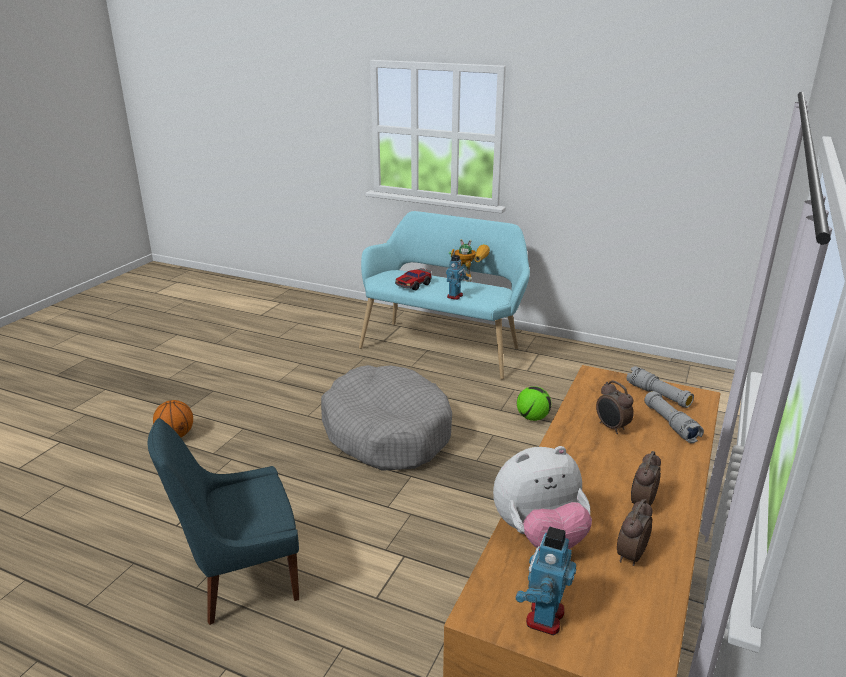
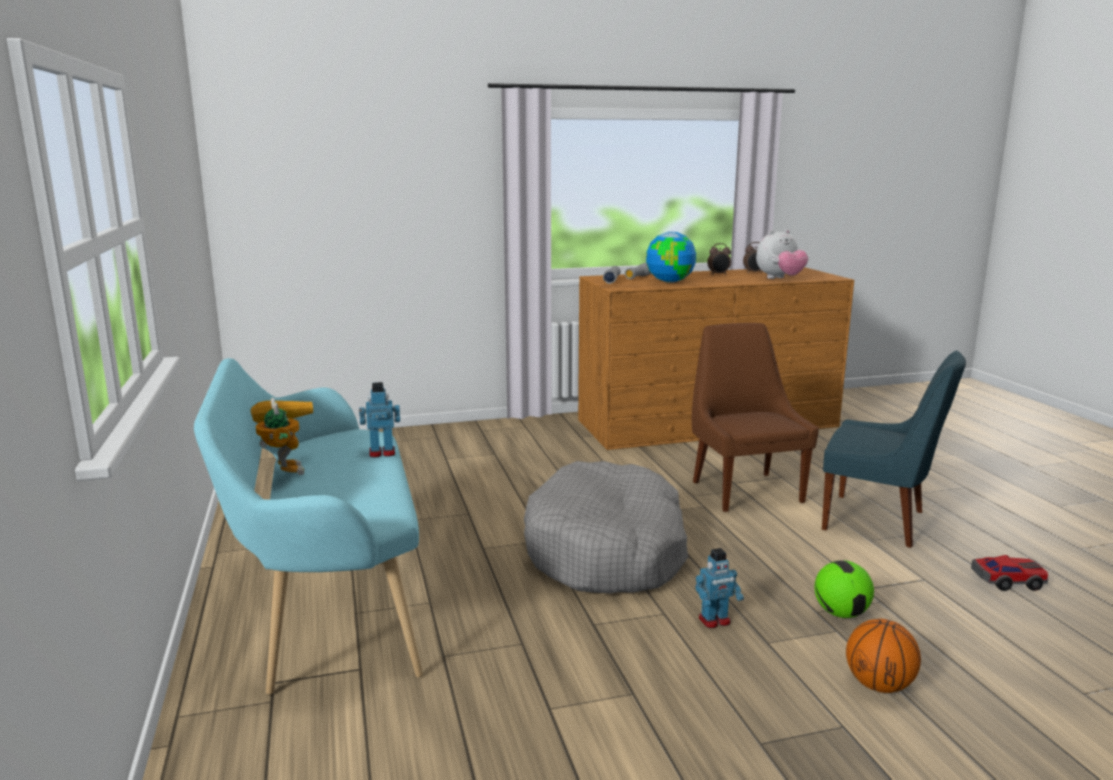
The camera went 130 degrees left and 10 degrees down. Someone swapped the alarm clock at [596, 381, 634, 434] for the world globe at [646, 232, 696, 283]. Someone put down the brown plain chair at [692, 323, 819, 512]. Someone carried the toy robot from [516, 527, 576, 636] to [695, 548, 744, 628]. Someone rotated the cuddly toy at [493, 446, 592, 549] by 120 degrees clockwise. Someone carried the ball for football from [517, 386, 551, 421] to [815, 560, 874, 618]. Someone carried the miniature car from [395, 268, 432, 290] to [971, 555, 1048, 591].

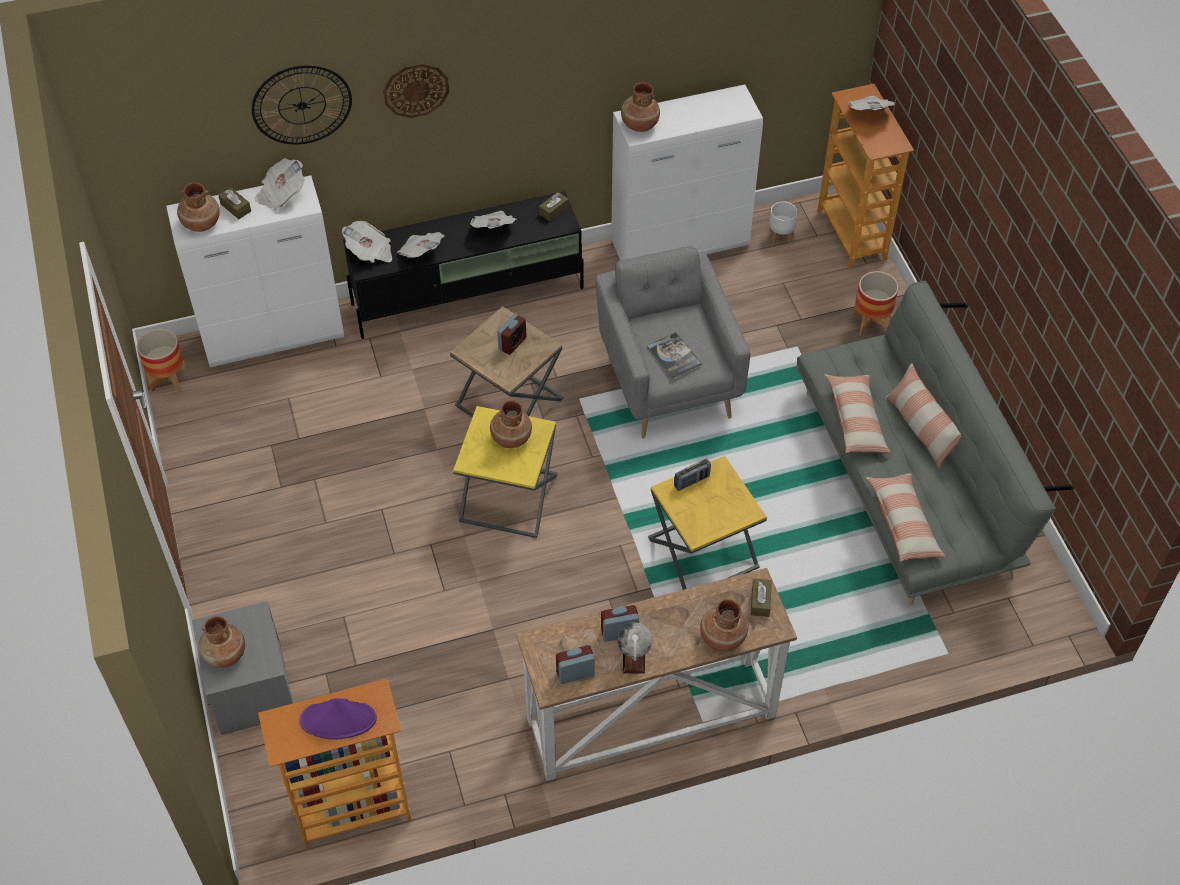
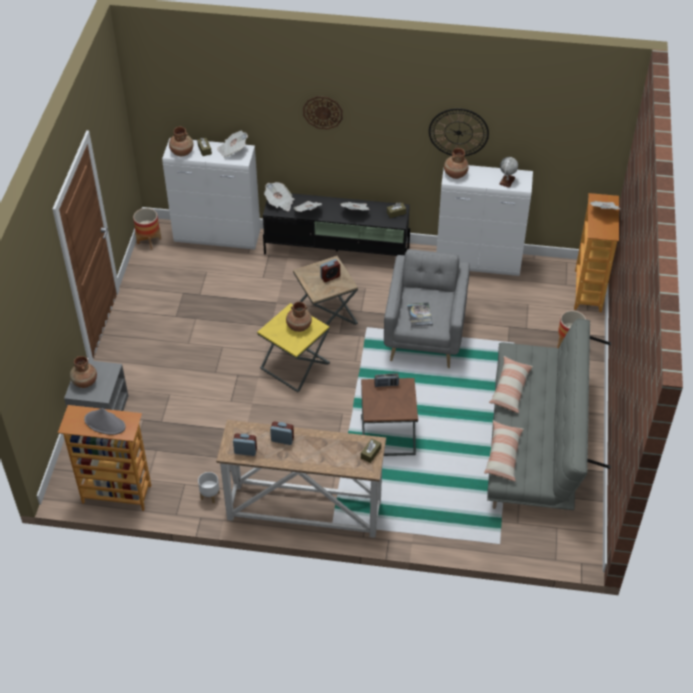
The camera went 25 degrees right and 5 degrees down. Someone repainted the purple wearable hat at [300, 698, 377, 740], which became the grey wearable hat at [84, 408, 125, 435]. Someone carried the white planter from [769, 202, 797, 244] to [198, 472, 220, 503]. Someone repainted the yellowish side table at [648, 456, 767, 590], which became the brown side table at [361, 378, 418, 456]. Someone carried the hanging clock from [252, 65, 352, 144] to [429, 108, 489, 156]. Someone carried the world globe from [617, 622, 653, 674] to [499, 157, 518, 188]. Someone took away the brown flower vase at [700, 599, 748, 651]. Someone took away the cushion at [885, 363, 961, 468].

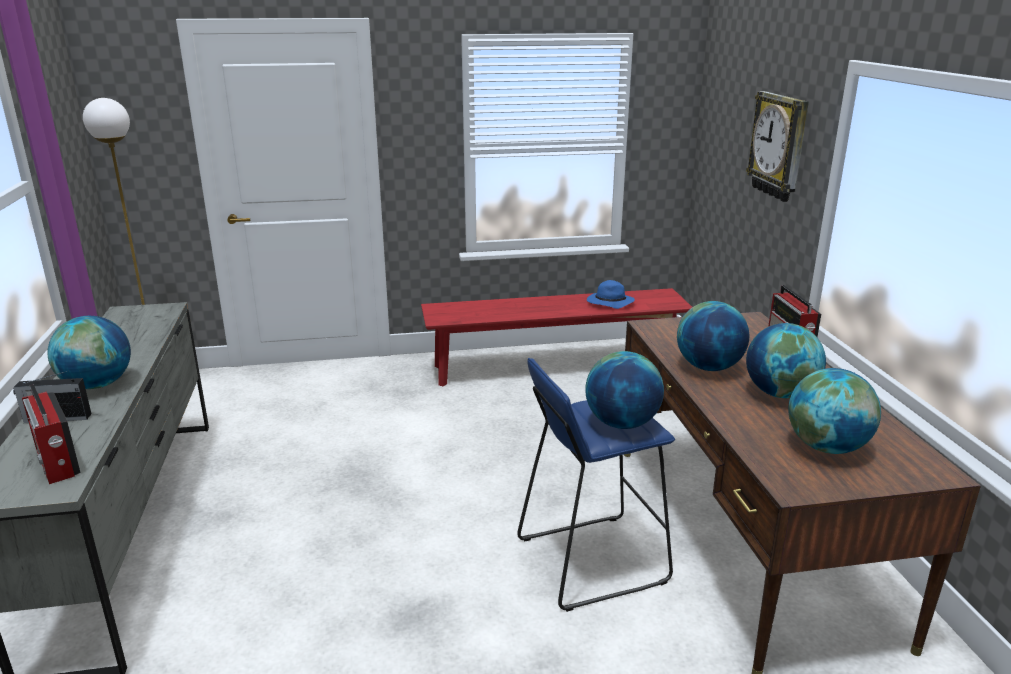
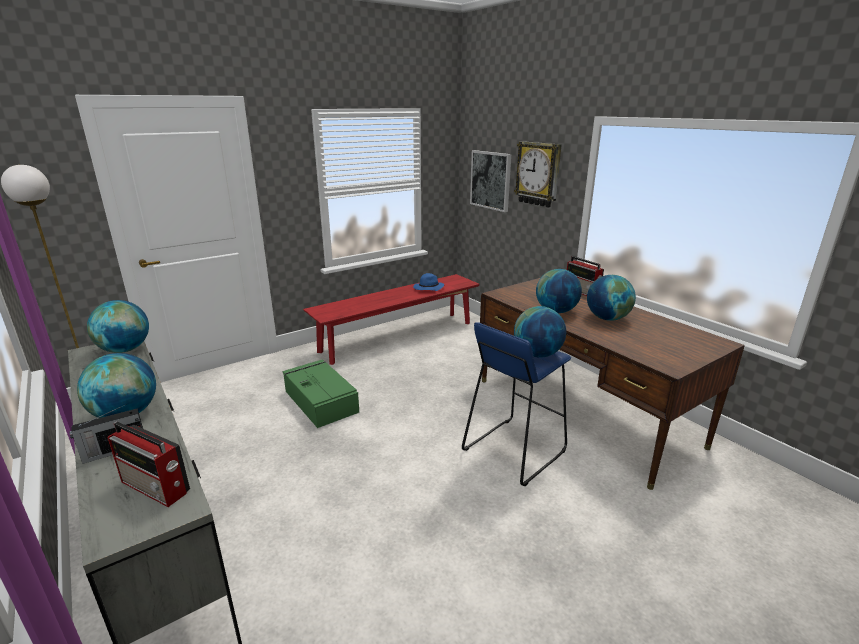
The camera went 25 degrees left and 0 degrees up. Someone carried the world globe from [788, 368, 881, 454] to [87, 300, 149, 353]. Someone put down the green-coloured storage bin at [283, 359, 359, 428]. Someone put up the wall picture at [470, 150, 511, 212].

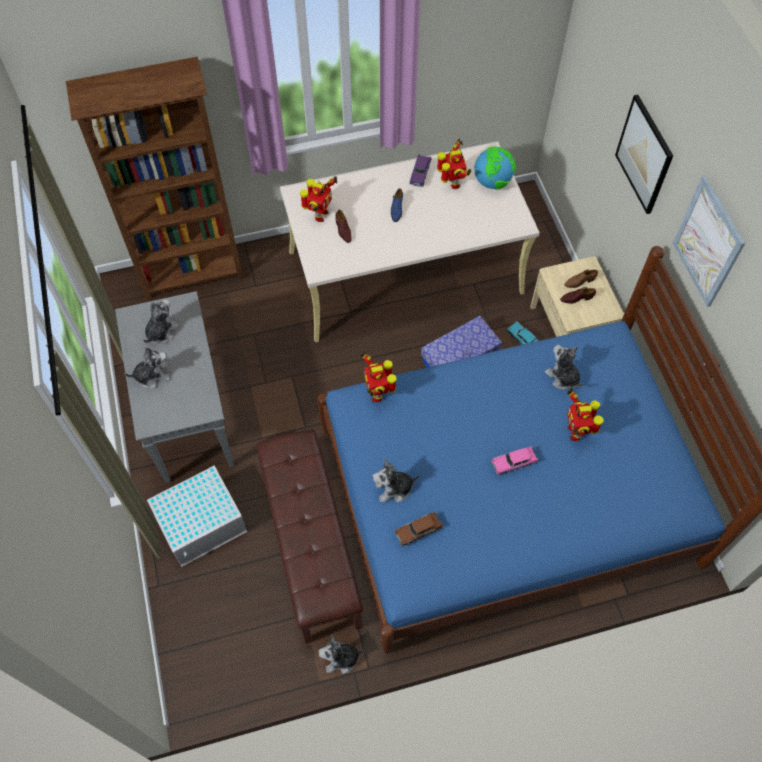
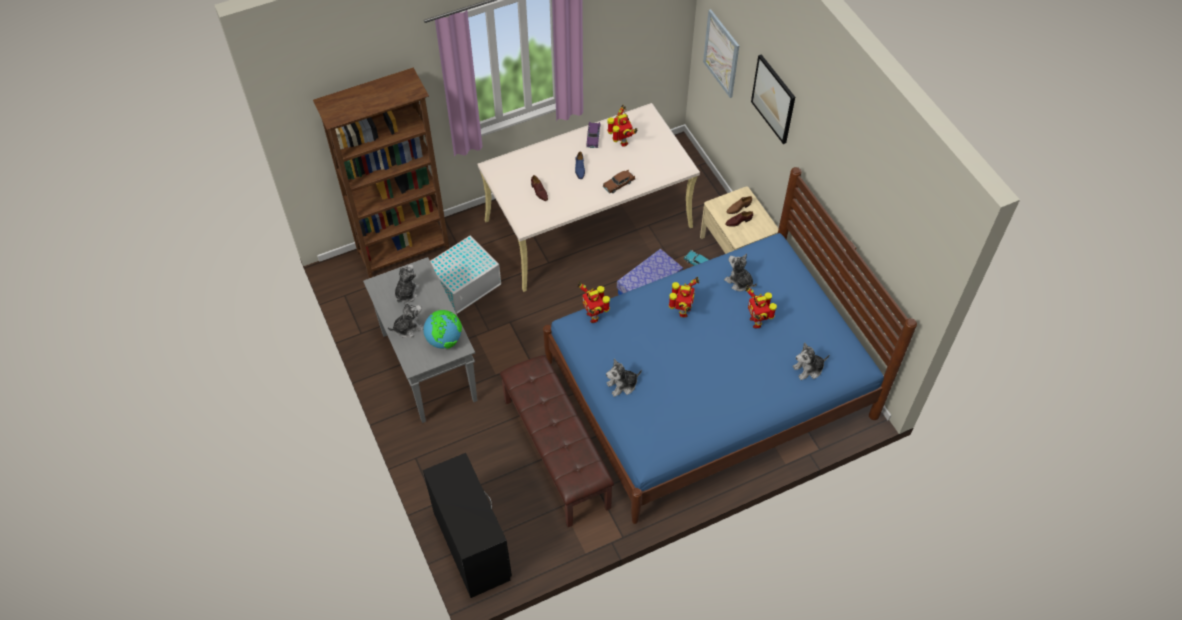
The camera went 10 degrees left and 5 degrees down. Someone carried the world globe from [474, 147, 516, 190] to [423, 310, 462, 349]. Someone put down the blackish dresser at [423, 453, 512, 598]. Someone carried the white storage bin from [147, 465, 247, 567] to [430, 235, 501, 313]. Someone carried the brown miniature car from [394, 512, 443, 547] to [603, 170, 635, 193]. Someone carried the toy robot from [300, 176, 337, 222] to [669, 277, 699, 318]. Someone carried the wall picture from [673, 176, 745, 307] to [703, 9, 739, 98]. Someone carried the cuddly toy from [318, 635, 366, 674] to [793, 342, 829, 380]. Someone took away the pinkish miniature car at [491, 446, 538, 475].

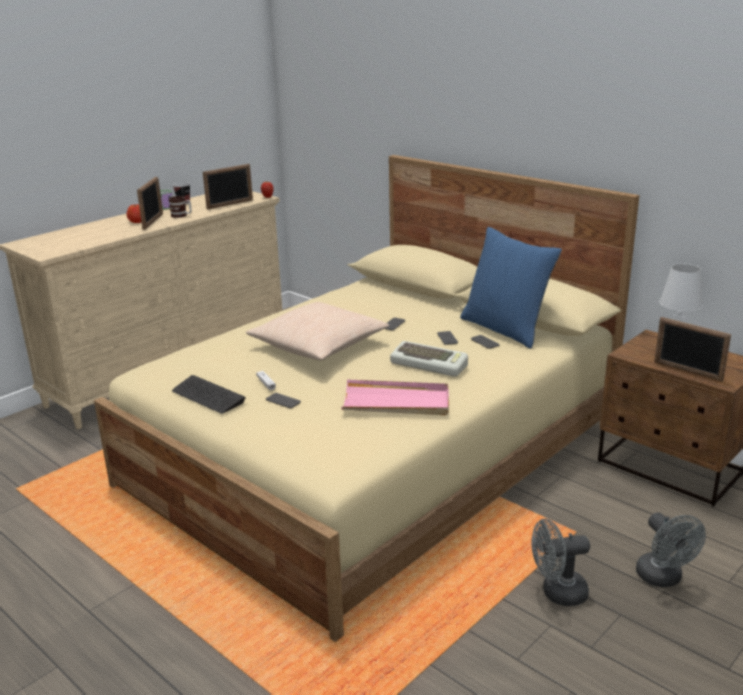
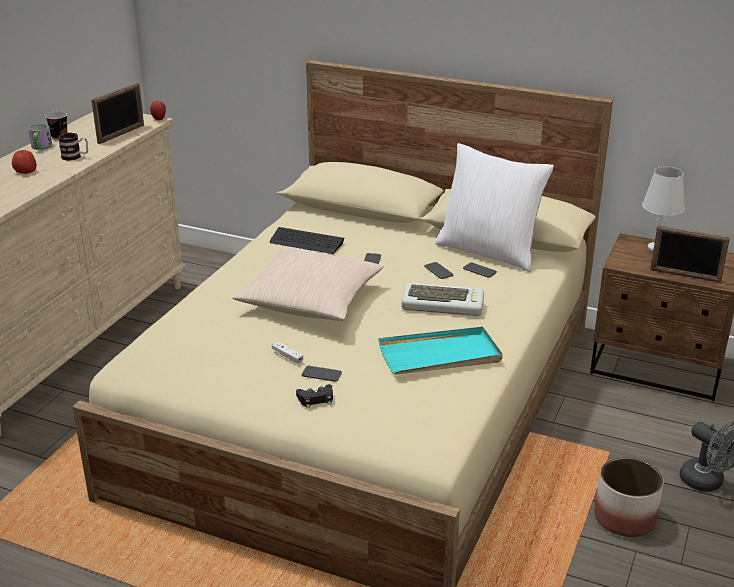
The camera went 20 degrees left and 5 degrees up. Someone carried the keyboard from [172, 375, 246, 414] to [270, 227, 344, 254]. Someone put down the blackish game controller at [296, 384, 333, 408]. Someone repainted the pinkish serving tray at [341, 380, 449, 415], which became the blue-green serving tray at [378, 327, 503, 375]. Someone repainted the bluish cushion at [460, 227, 562, 349], which became the white cushion at [435, 143, 554, 272]. Someone swapped the grey cooling fan at [531, 519, 590, 606] for the planter at [594, 457, 664, 537]. Someone took away the picture frame at [137, 177, 163, 230].

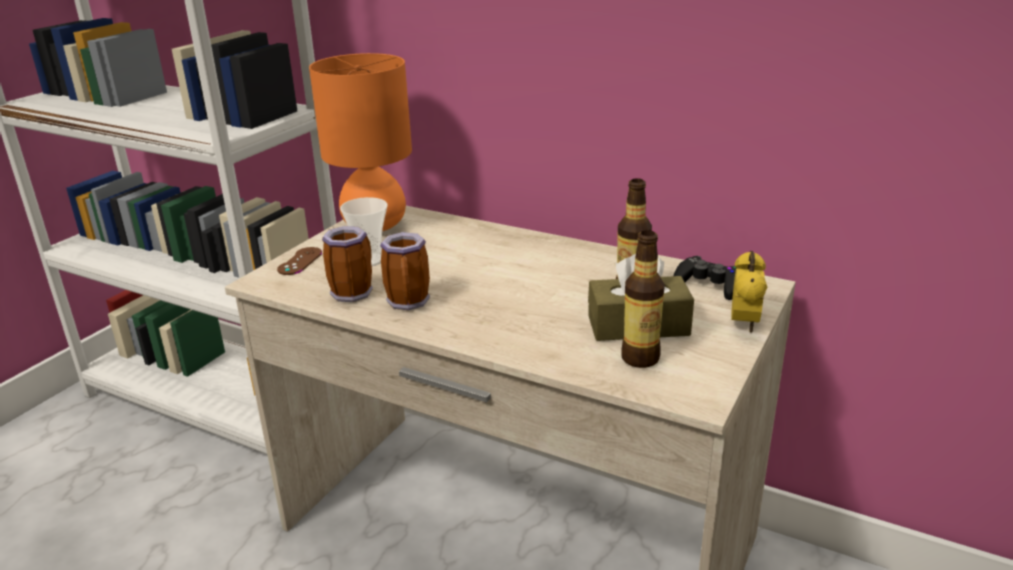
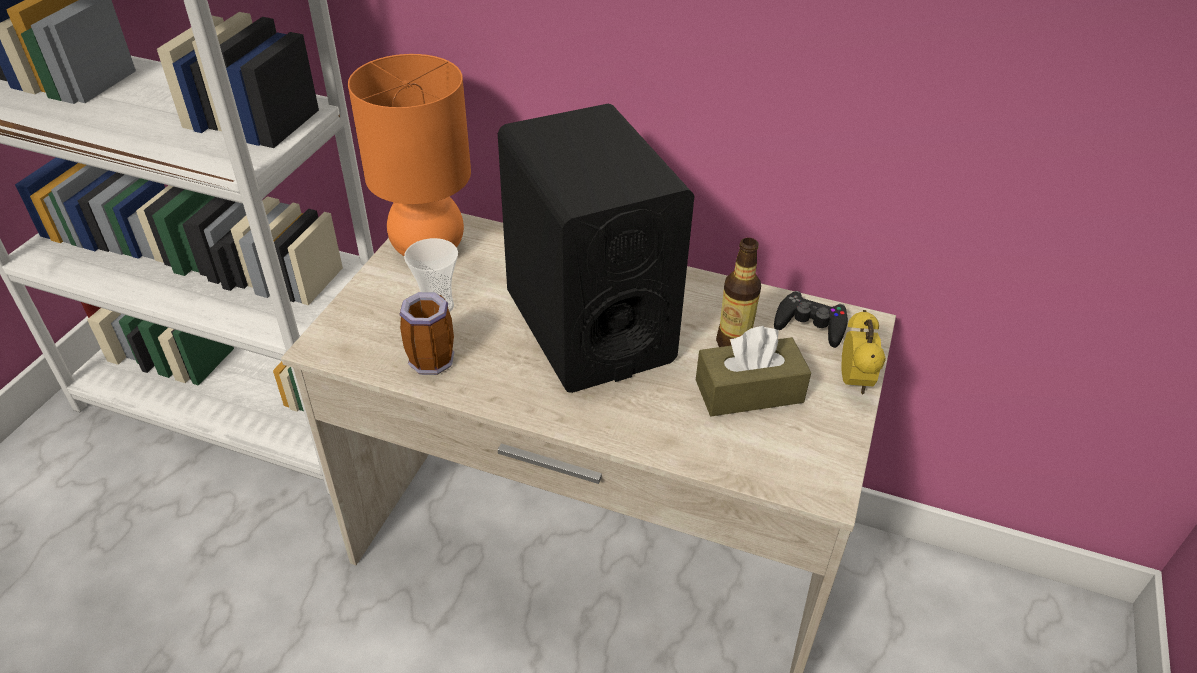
The camera went 10 degrees left and 15 degrees up. Someone put down the blackish loudspeaker at [498, 104, 694, 393]. Someone took away the brown game controller at [277, 247, 322, 275]. Someone took away the tea mug at [380, 232, 430, 310]. Someone took away the beverage bottle at [621, 230, 665, 368].

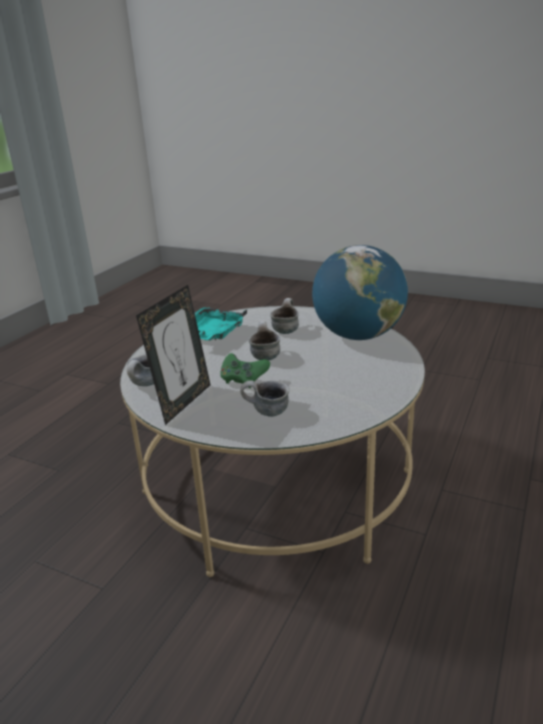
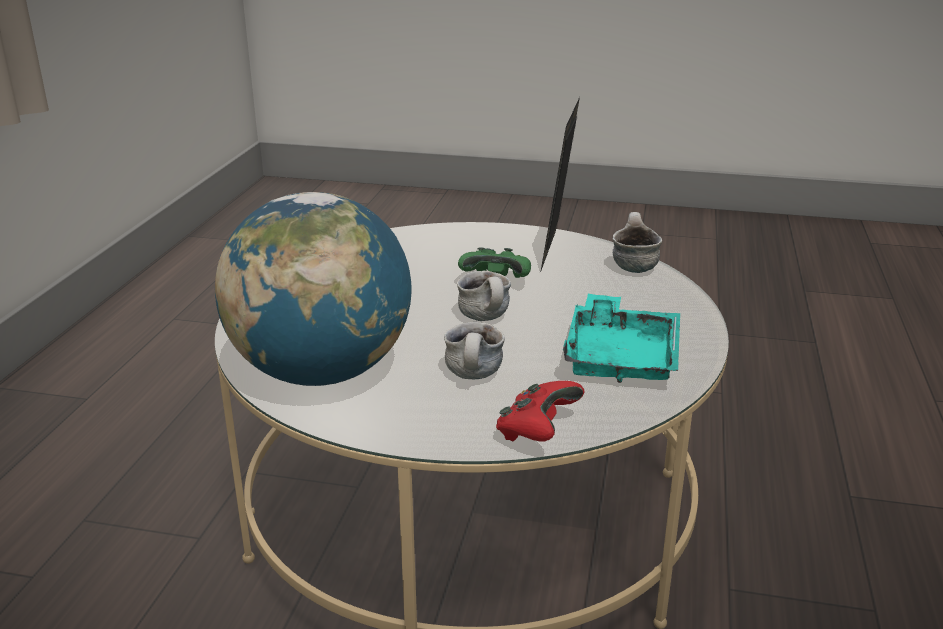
The camera went 165 degrees right and 0 degrees up. Someone put down the red-coloured game controller at [496, 381, 585, 441]. Someone took away the tea mug at [240, 380, 289, 417].

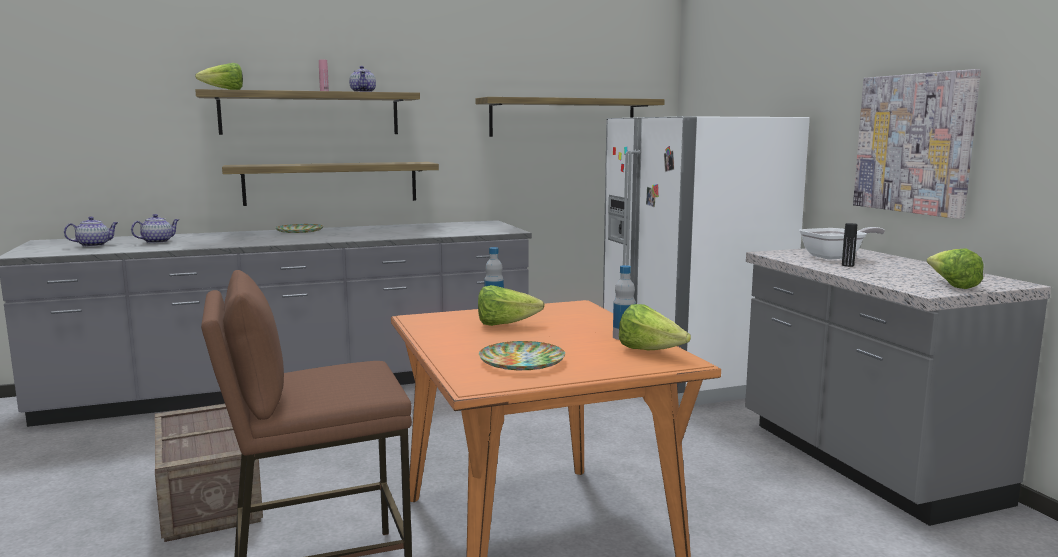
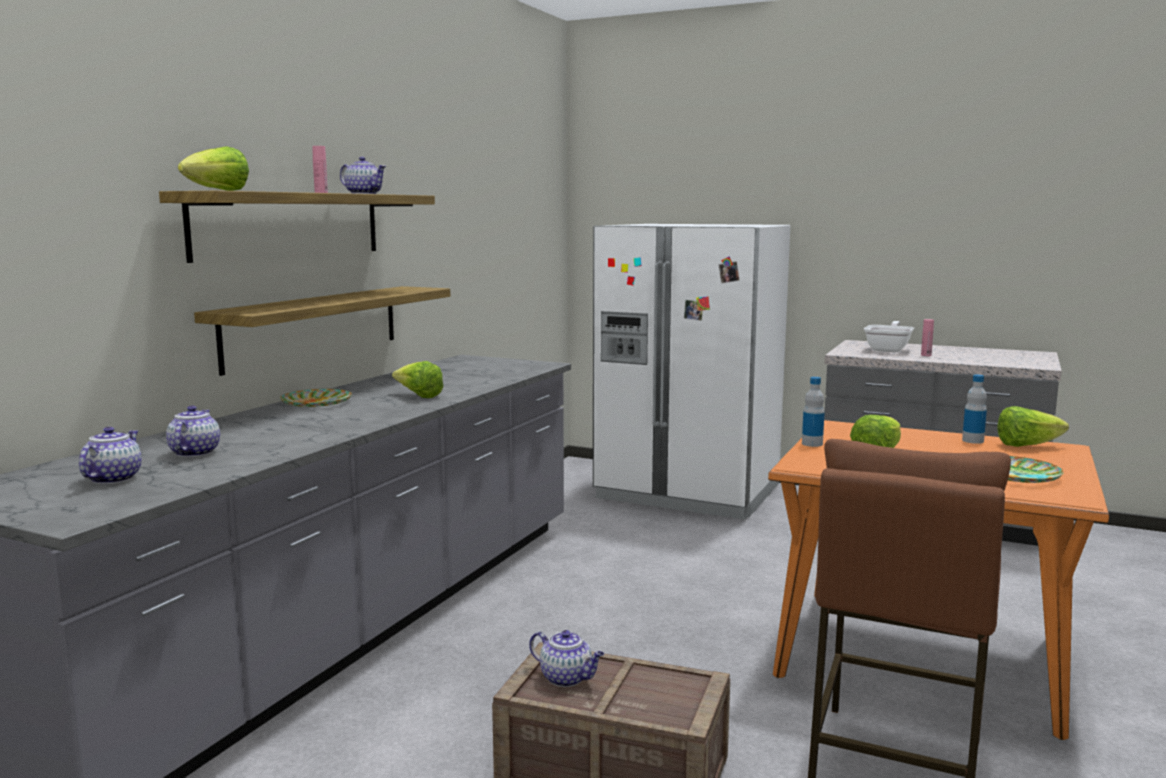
The camera went 45 degrees left and 0 degrees up. Someone carried the lettuce from [927, 248, 984, 289] to [392, 361, 444, 398]. Someone put down the tea pot at [529, 630, 604, 687]. Someone repainted the blackish beverage bottle at [842, 223, 857, 267], which became the pinkish beverage bottle at [921, 319, 934, 356]. Someone took away the wall shelf at [475, 97, 665, 137]. Someone took away the wall picture at [853, 69, 981, 219].

